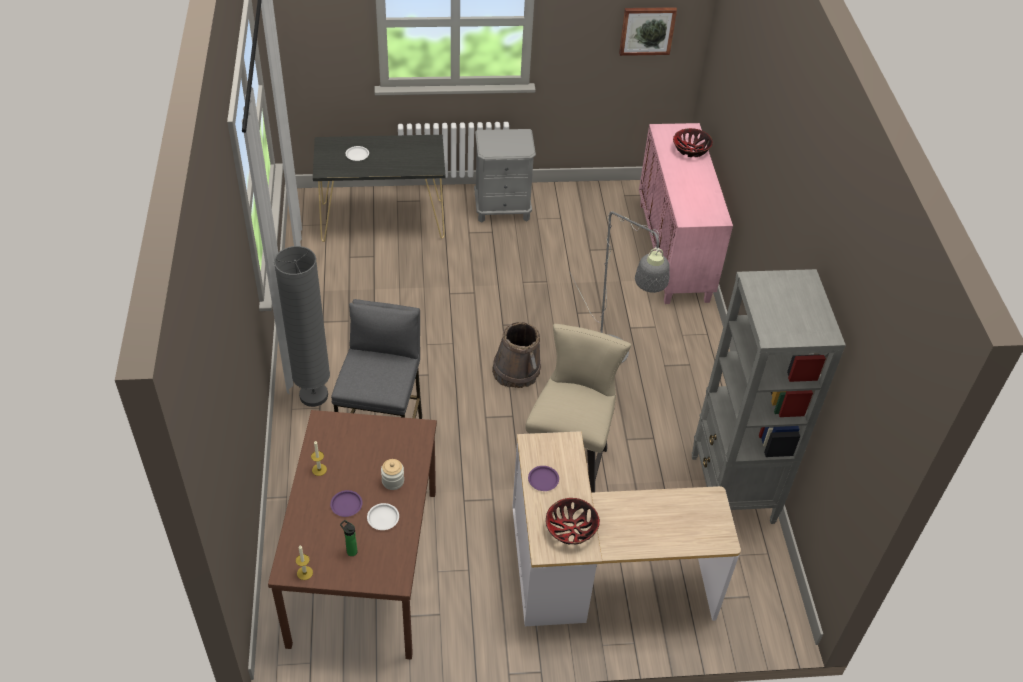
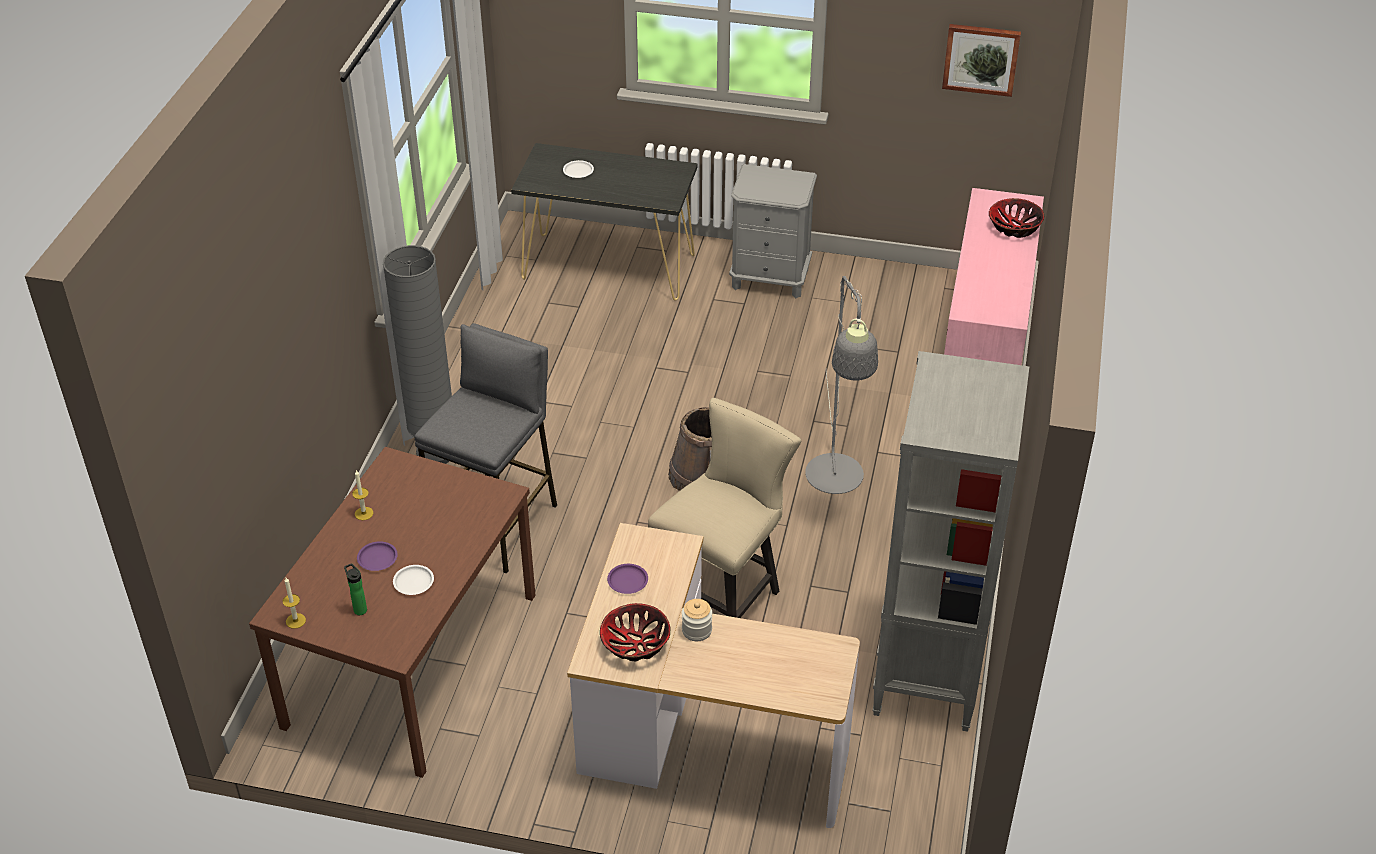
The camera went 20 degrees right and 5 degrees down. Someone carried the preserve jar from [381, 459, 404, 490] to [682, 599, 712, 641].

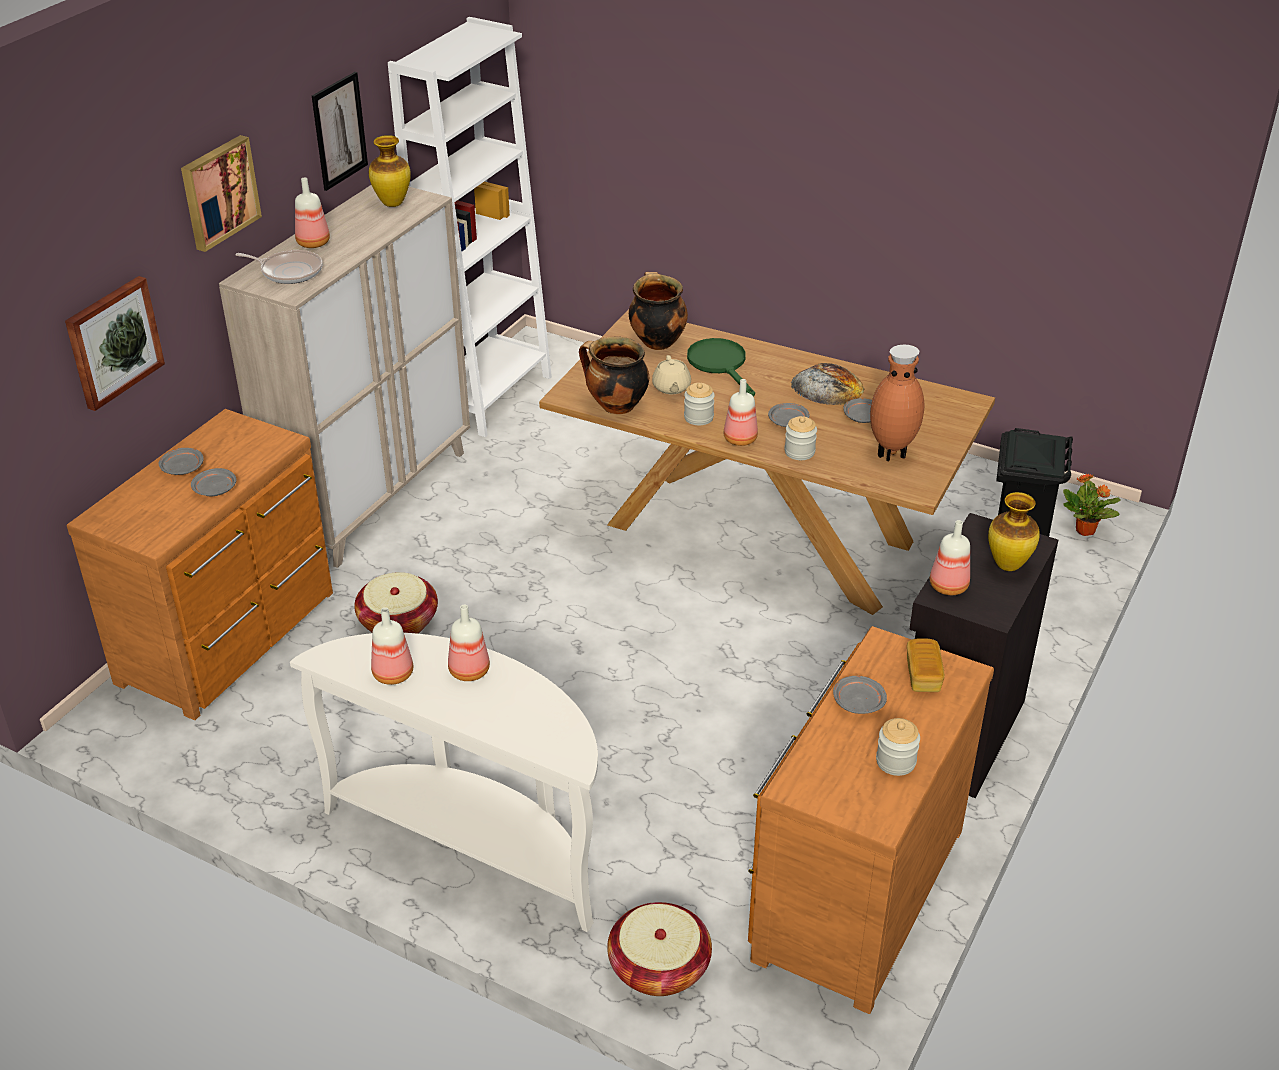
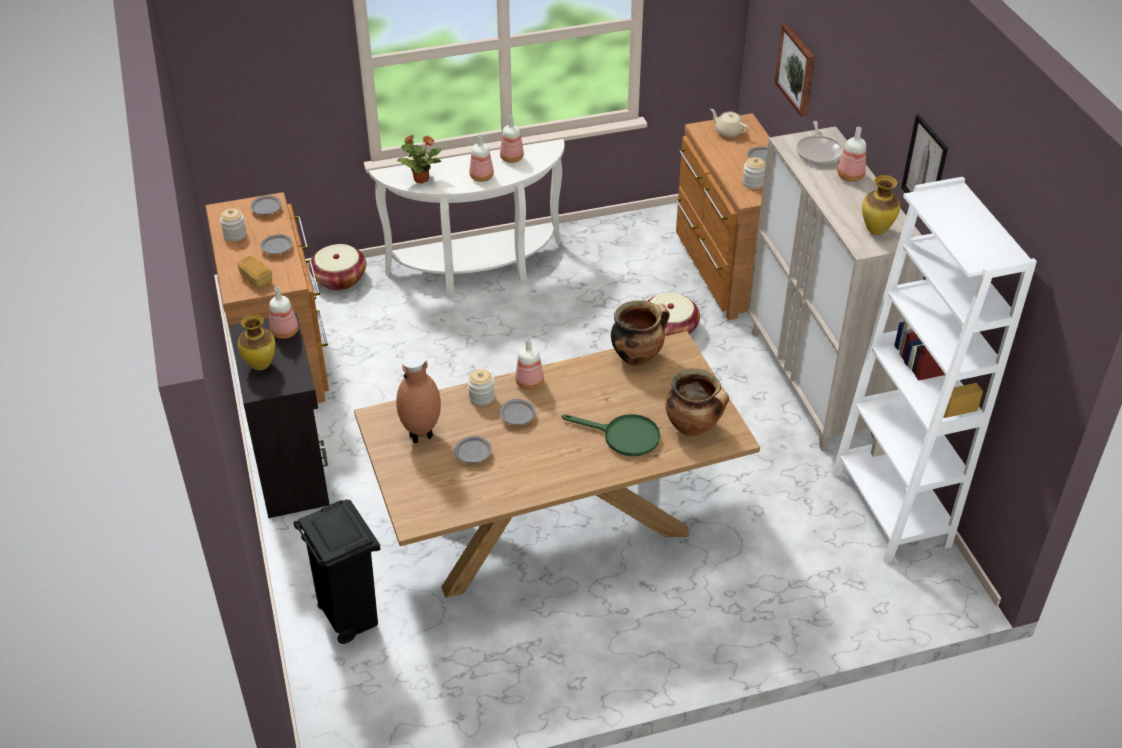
The camera went 135 degrees right and 5 degrees up. Someone carried the grey dinner plate from [191, 468, 237, 496] to [250, 195, 282, 215]. Someone carried the potted plant from [1063, 474, 1121, 536] to [397, 135, 442, 183]. Someone carried the beige tea pot from [652, 355, 691, 394] to [710, 109, 748, 137]. Someone carried the preserve jar from [684, 383, 715, 425] to [742, 157, 766, 189]. Someone rotated the frying pan at [236, 250, 322, 284] by 60 degrees counterclockwise. Someone took away the wall picture at [181, 135, 262, 252]. Someone took away the bakery bread at [791, 363, 864, 405].

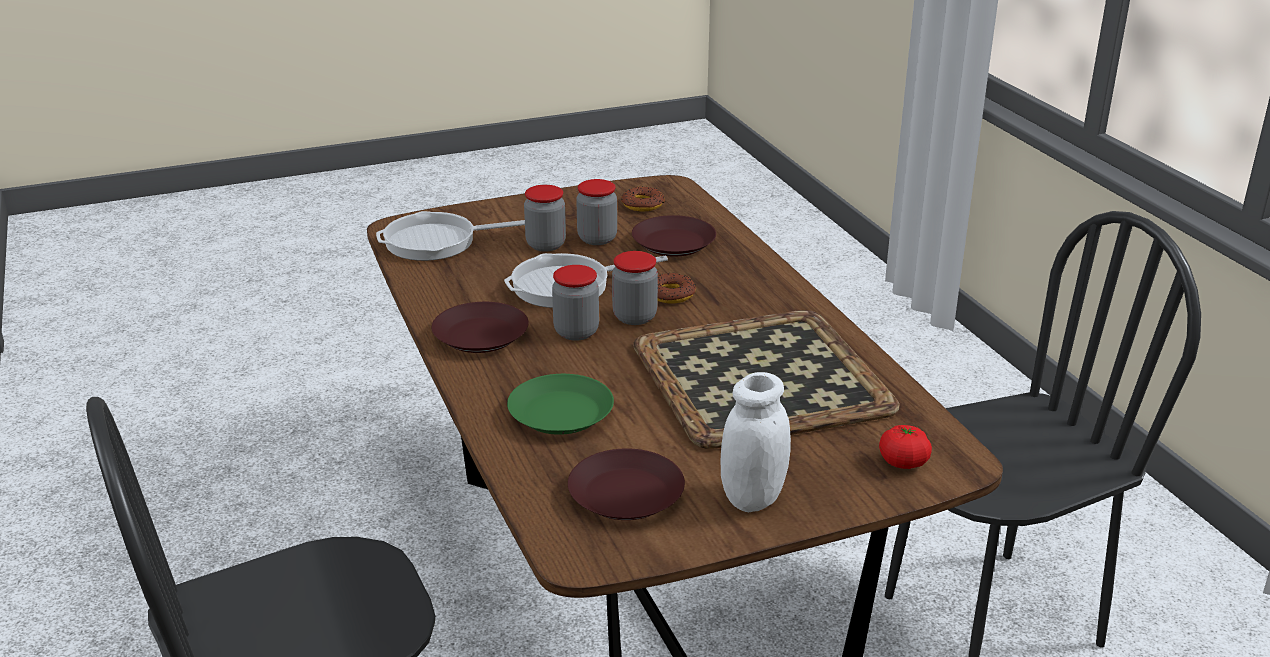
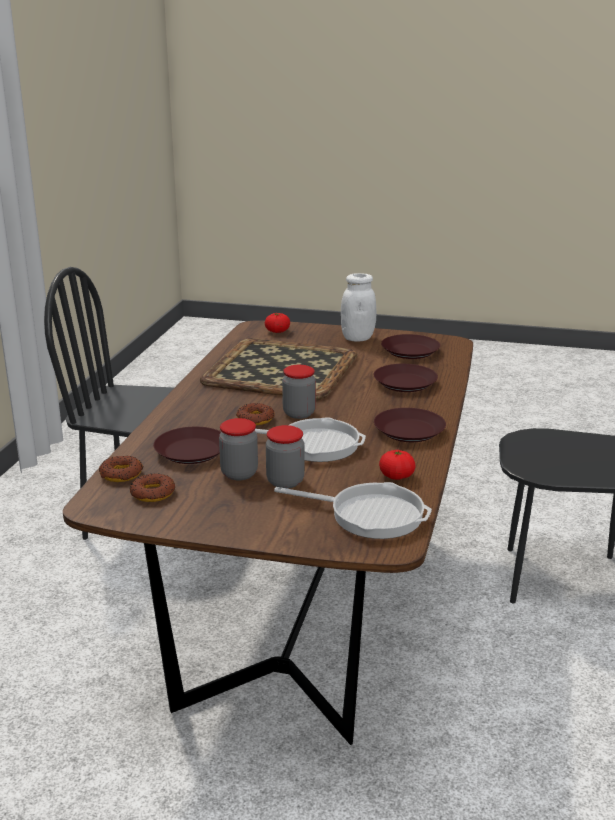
The camera went 145 degrees left and 5 degrees down. Someone put down the donut at [99, 456, 143, 482]. Someone repainted the green-coloured dinner plate at [507, 374, 614, 435], which became the brown dinner plate at [374, 364, 438, 392]. Someone put down the tomato at [379, 450, 416, 480]. Someone took away the preserve jar at [552, 265, 599, 341].

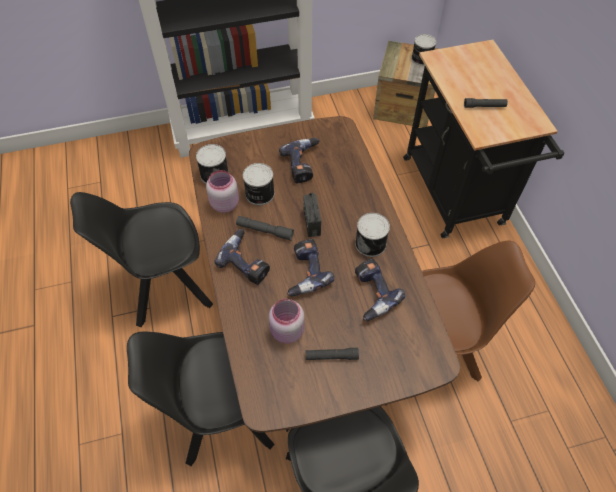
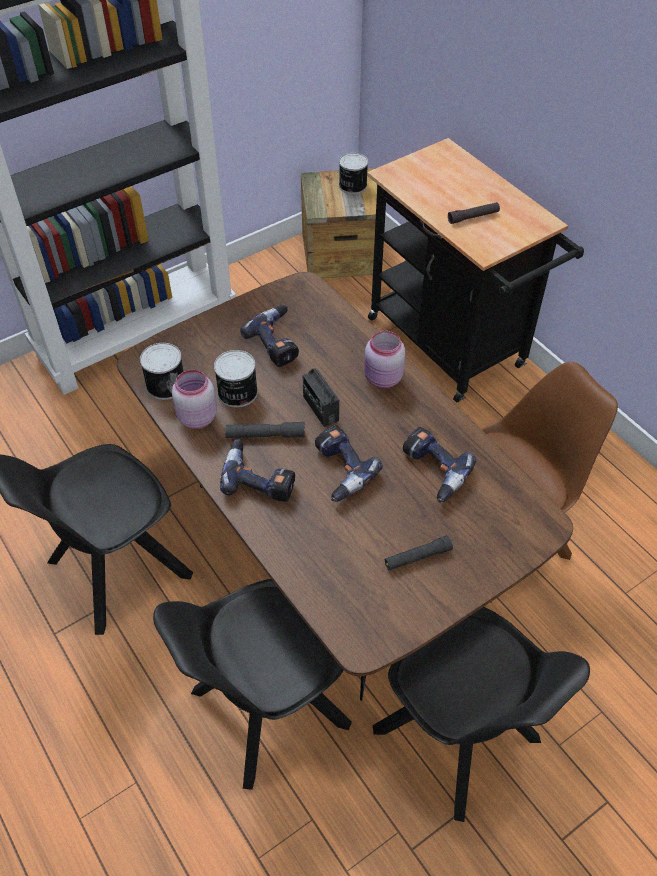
The camera went 20 degrees left and 5 degrees down. Someone carried the pinkish preserve jar from [269, 299, 305, 344] to [364, 331, 406, 388]. Someone took away the sealed can at [355, 213, 390, 257].

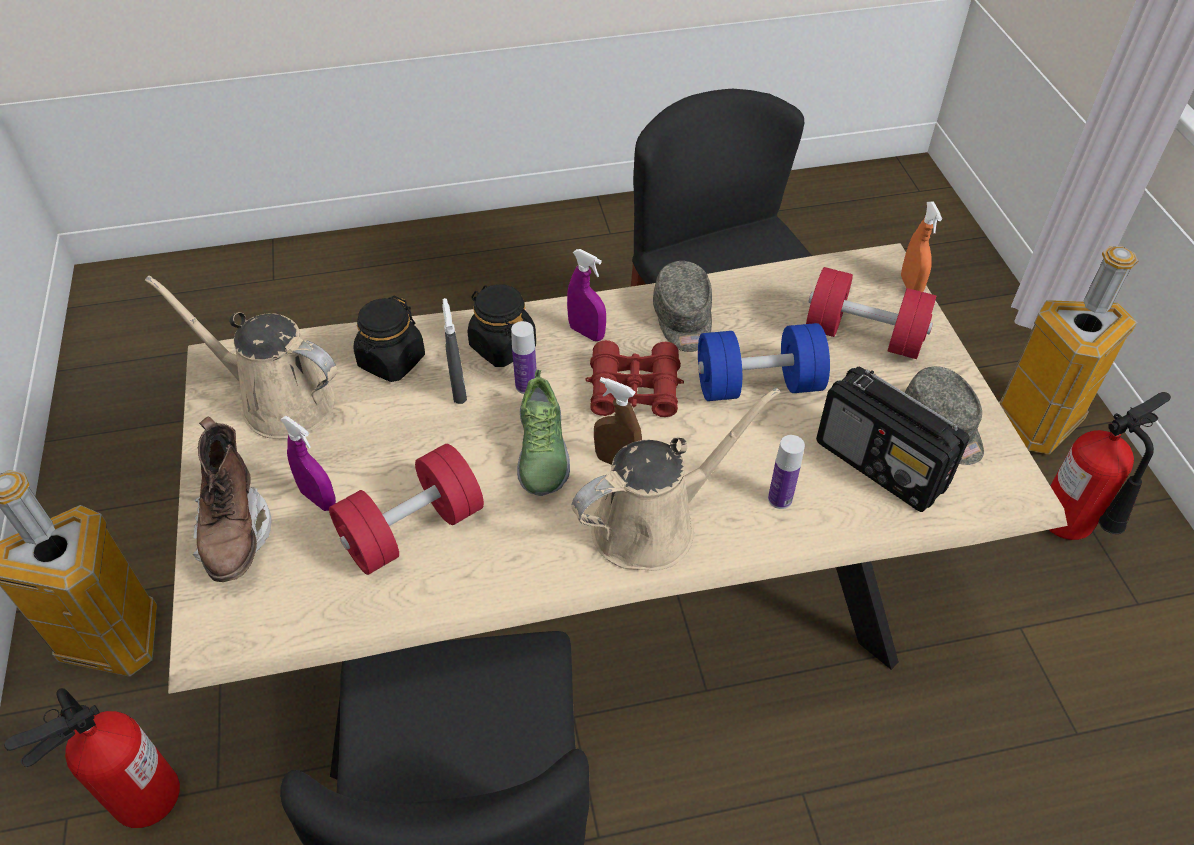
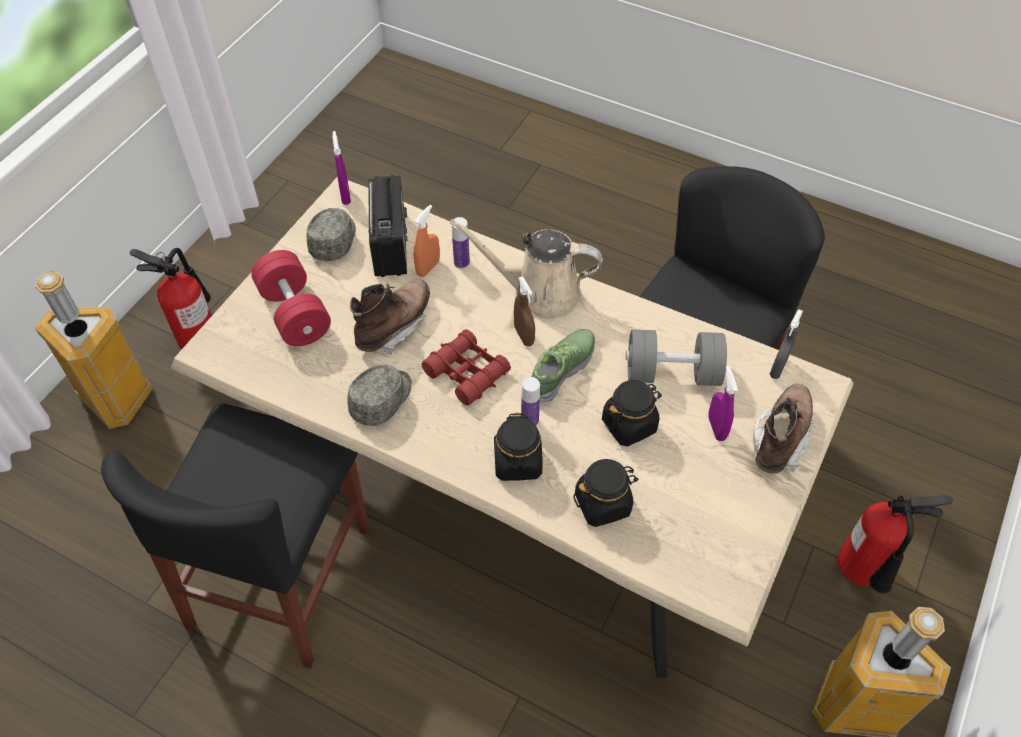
The camera went 140 degrees left and 5 degrees up. Someone carried the purple hand sprayer from [567, 249, 606, 341] to [333, 131, 351, 205]. Someone swapped the bluish hand weight at [698, 323, 830, 401] for the brown boot at [350, 279, 430, 355]. Someone carried the orange hand sprayer from [901, 202, 942, 293] to [414, 205, 440, 277]. Someone put down the blackish preserve jar at [602, 380, 662, 447]. Someone repainted the red-coloured hand weight at [329, 444, 484, 575], which became the grey hand weight at [626, 329, 727, 386]. Someone carried the grey hand sprayer from [443, 298, 467, 404] to [770, 309, 803, 379]. Someone took away the beige watering pot at [145, 275, 337, 439].

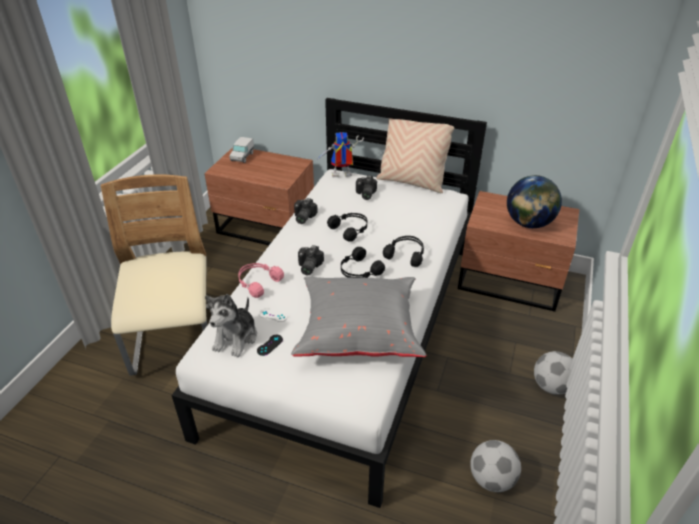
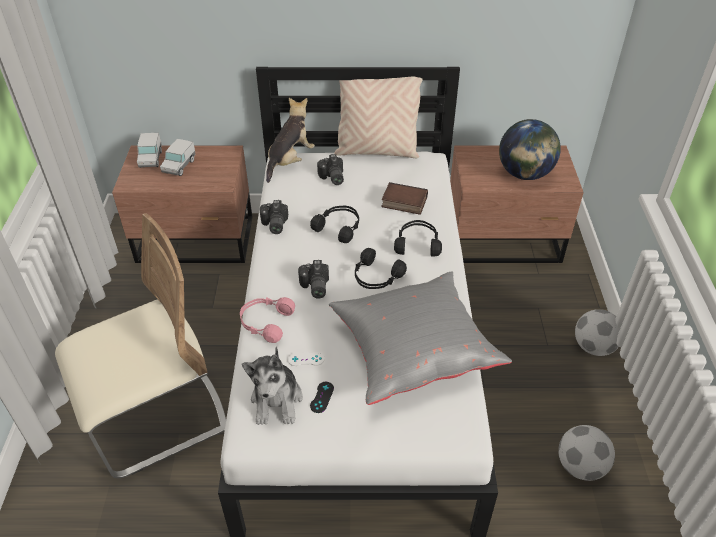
The camera went 20 degrees left and 5 degrees up. Someone rotated the beige plain chair at [101, 175, 210, 376] by 90 degrees clockwise. Someone put down the toy truck at [160, 139, 196, 176]. Someone swapped the toy robot at [317, 132, 364, 177] for the cuddly toy at [266, 98, 315, 183]. Someone put down the volume at [381, 182, 428, 215].

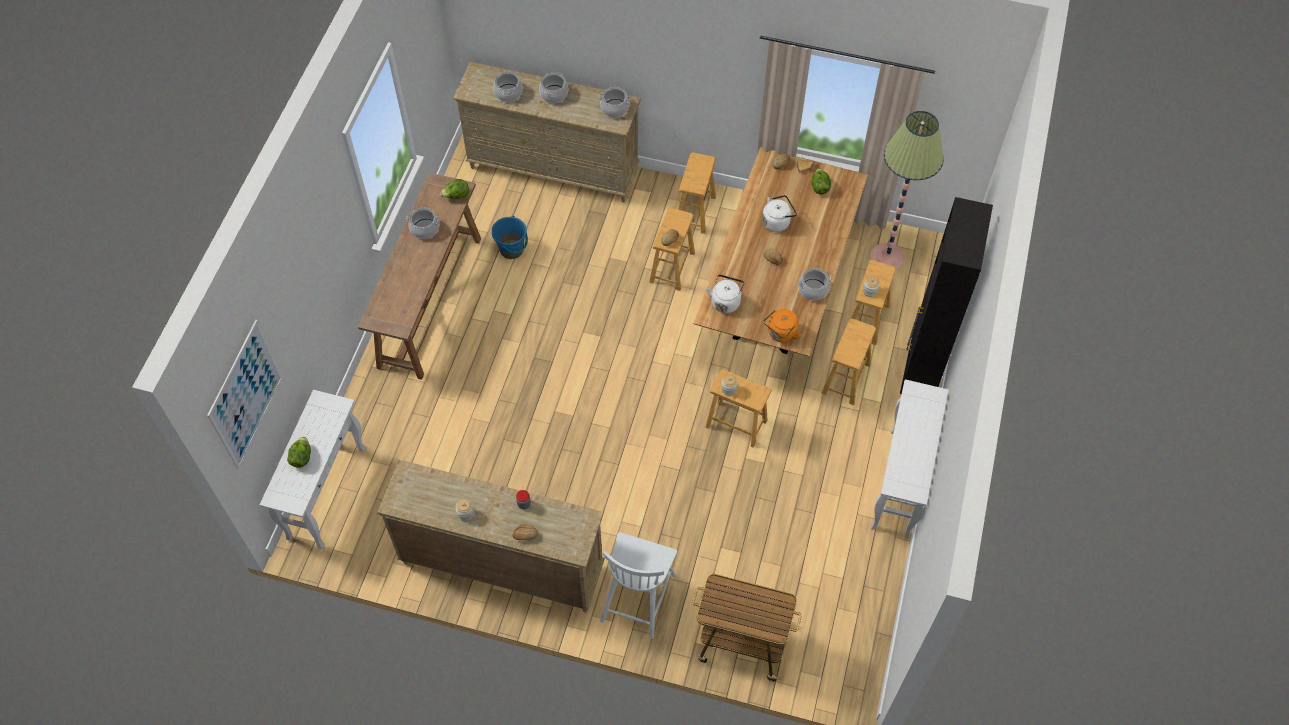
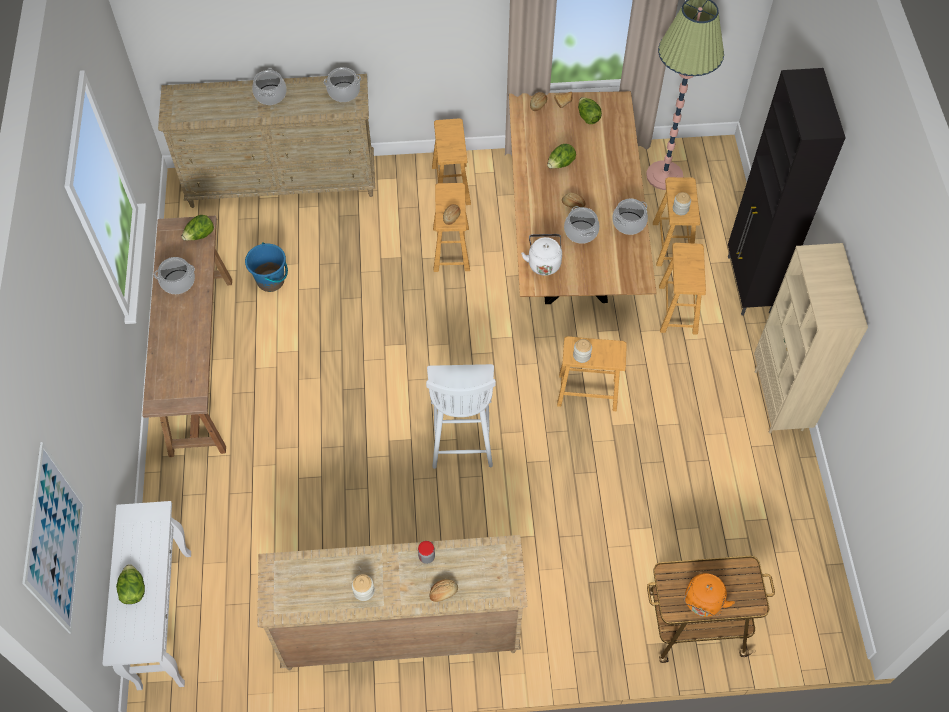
The camera went 20 degrees left and 0 degrees up. Someone carried the white plain chair from [600, 532, 677, 639] to [426, 364, 496, 469]. Someone swapped the white water kettle at [762, 195, 797, 232] for the lettuce at [547, 144, 576, 168]. Someone carried the cooking pot from [493, 70, 523, 102] to [564, 206, 600, 244]. Someone carried the orange water kettle from [764, 309, 801, 343] to [684, 573, 735, 617]. Someone swapped the white console table at [871, 379, 948, 538] for the beige shelving unit at [754, 243, 868, 433].

